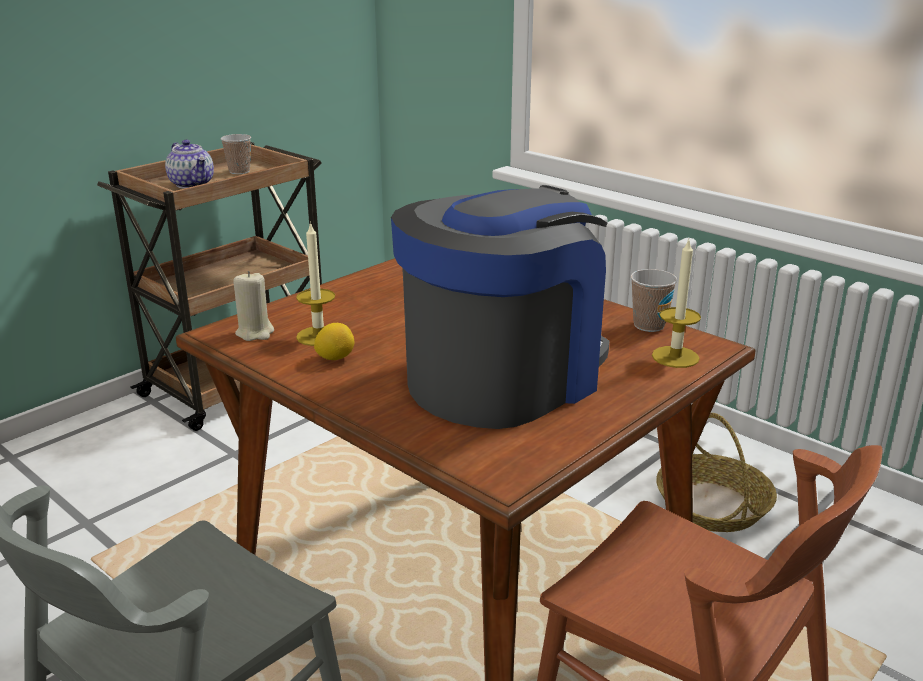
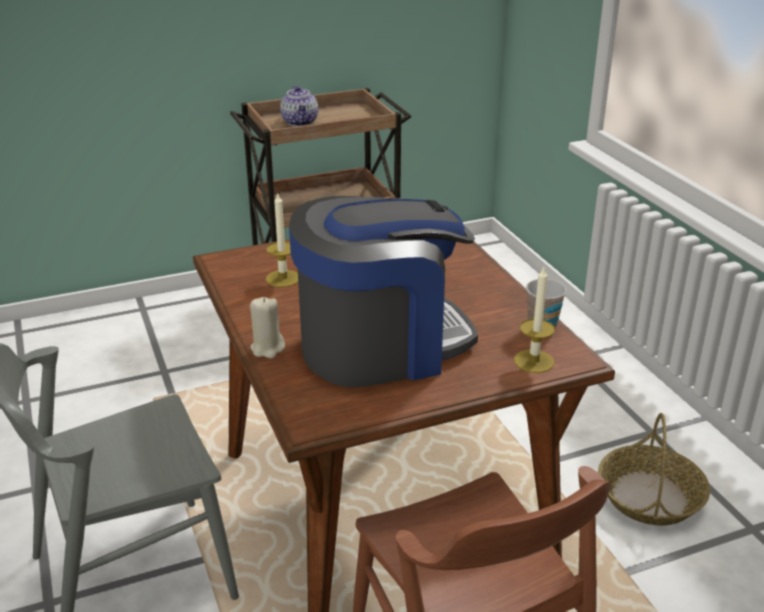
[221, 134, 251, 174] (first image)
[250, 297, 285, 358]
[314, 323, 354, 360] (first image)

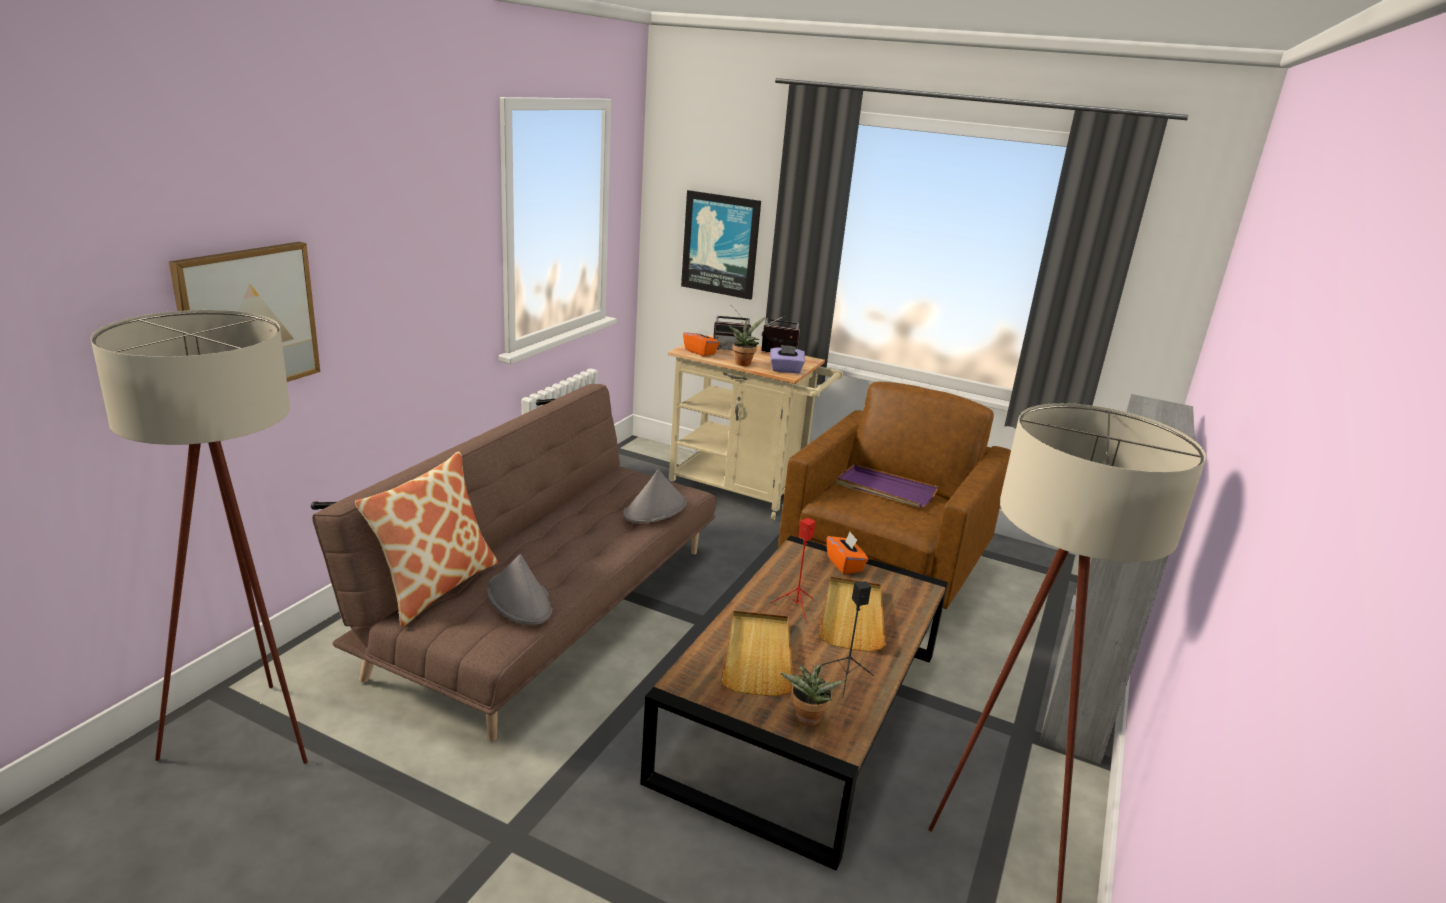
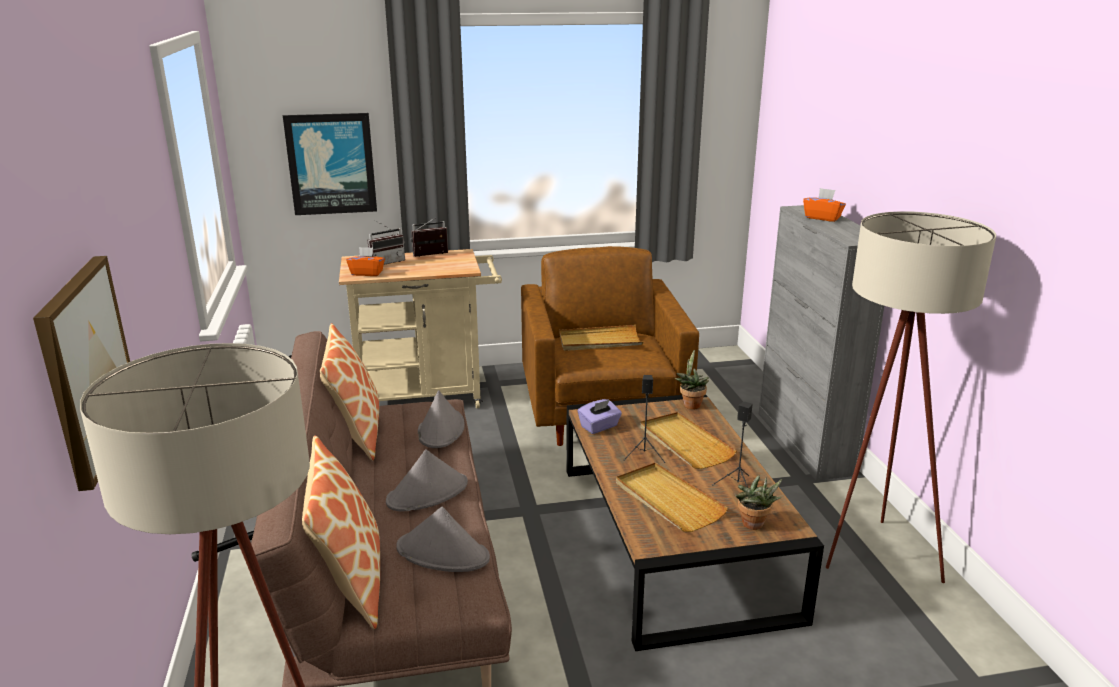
[675, 350, 709, 409]
[578, 399, 622, 434]
[559, 325, 643, 351]
[623, 375, 665, 463]
[803, 188, 846, 222]
[320, 323, 379, 460]
[386, 449, 468, 511]

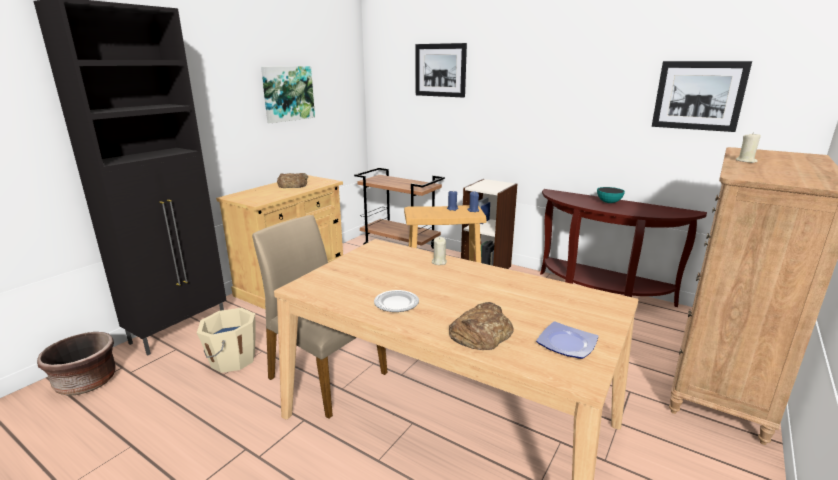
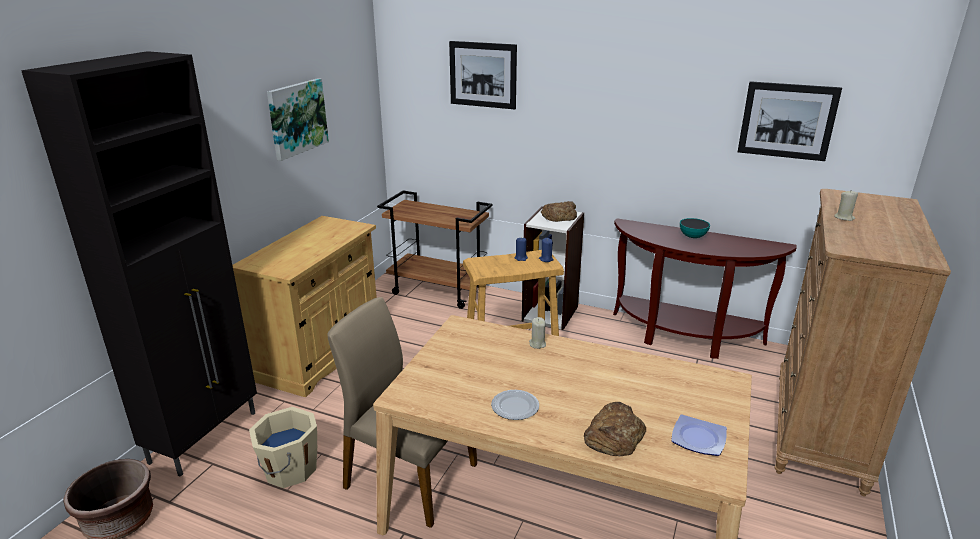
[541, 201, 577, 222]

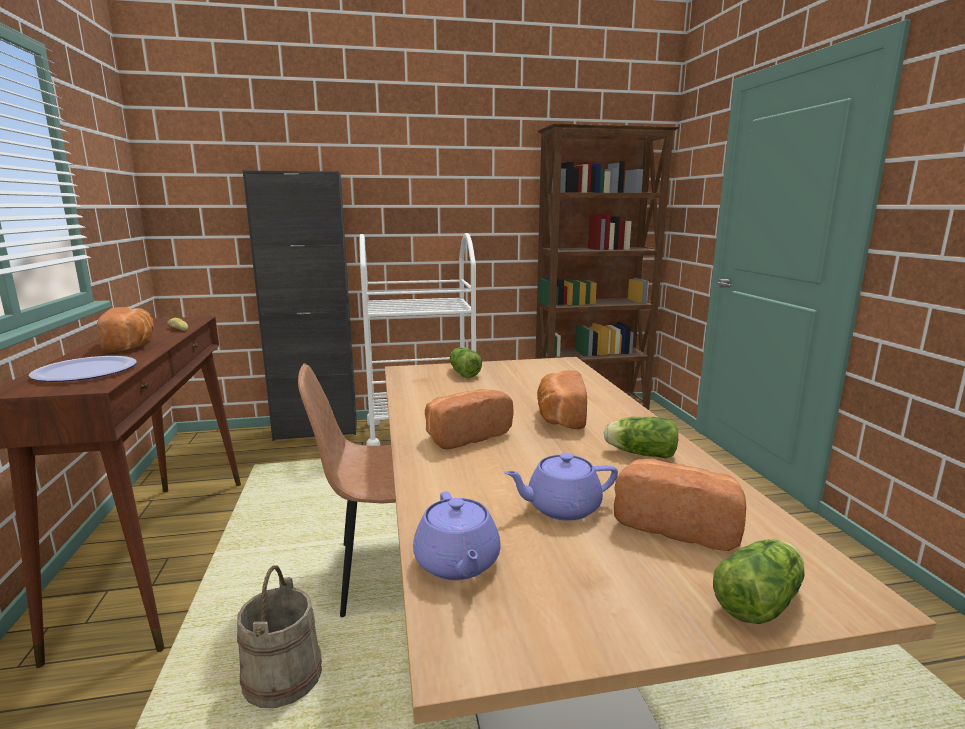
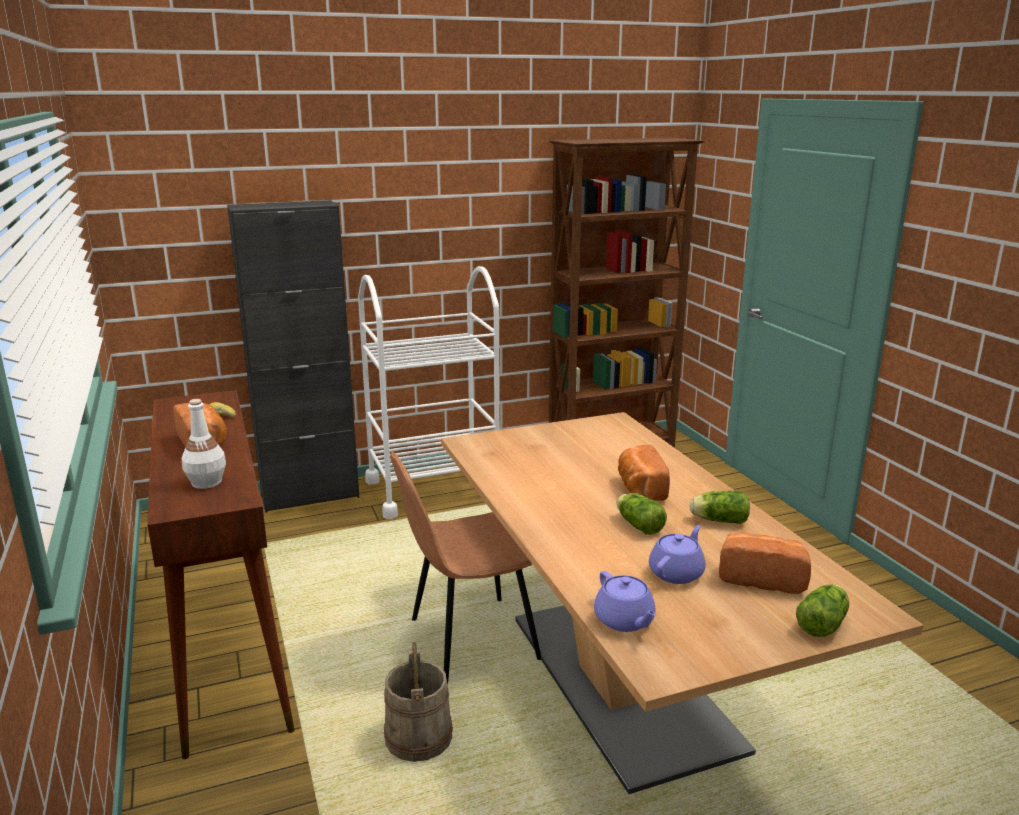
[616, 493, 667, 535]
[182, 399, 226, 489]
[425, 389, 514, 449] (first image)
[649, 525, 706, 584]

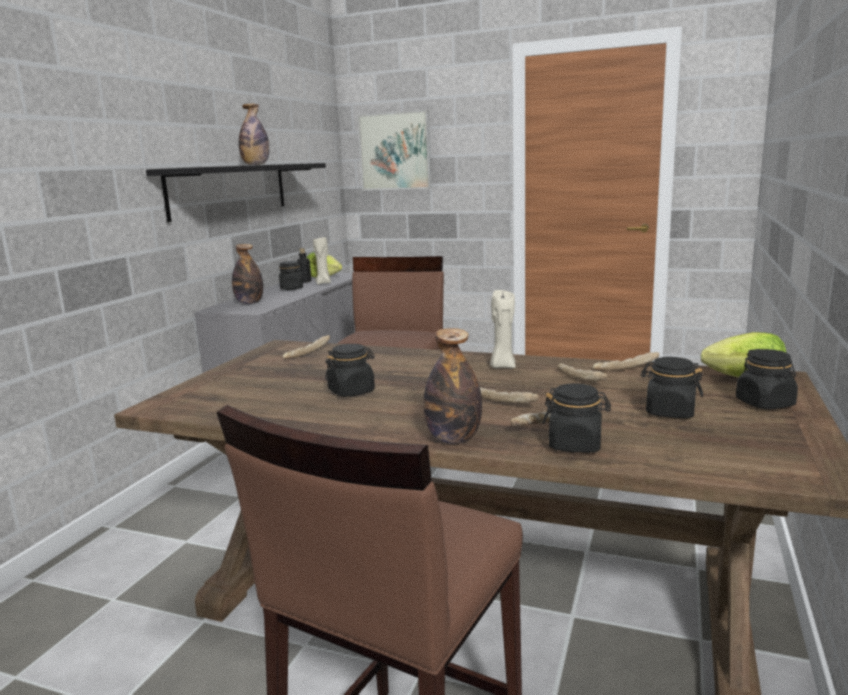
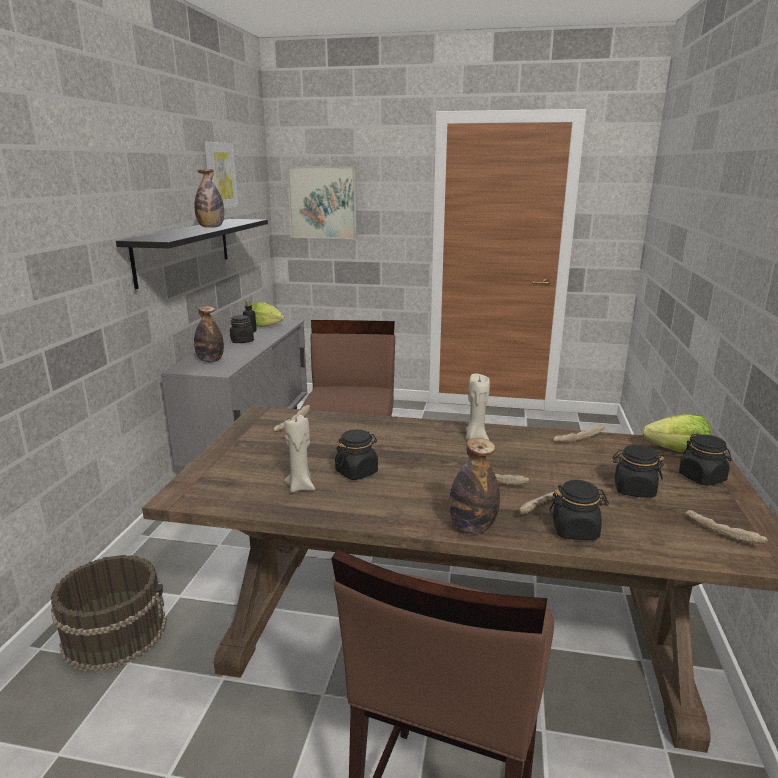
[284, 415, 315, 493]
[685, 510, 768, 544]
[205, 142, 239, 209]
[51, 555, 167, 672]

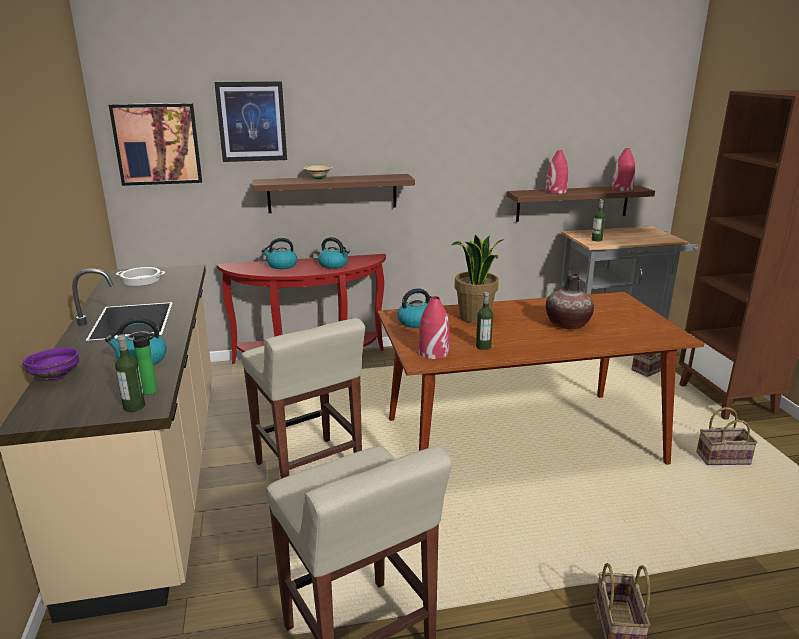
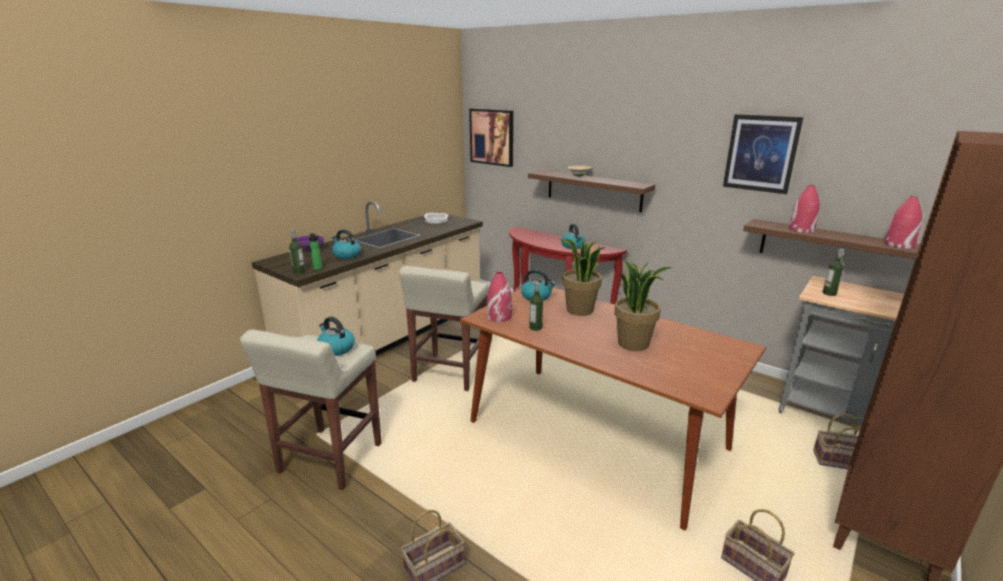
[723, 114, 803, 194]
[317, 317, 355, 356]
[614, 260, 672, 351]

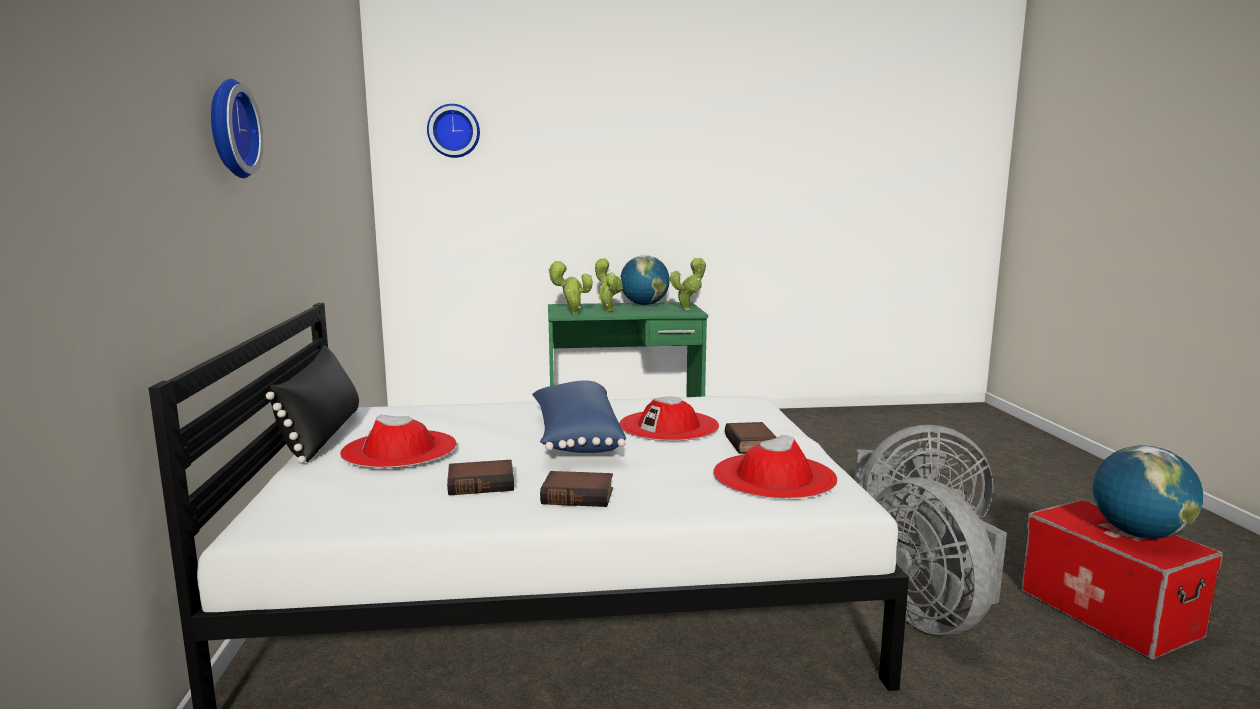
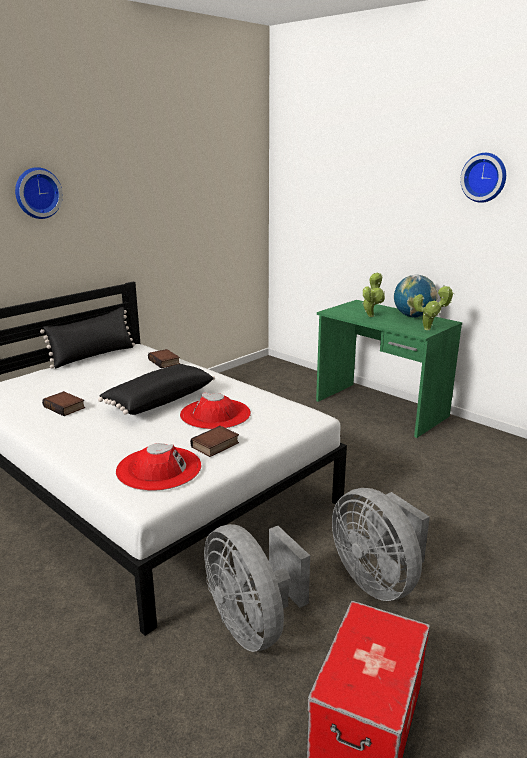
[460, 153, 506, 203]
[548, 261, 593, 314] (first image)
[98, 364, 215, 415]
[340, 415, 457, 468] (first image)
[1093, 445, 1203, 539] (first image)
[148, 349, 180, 368]
[204, 524, 310, 652]

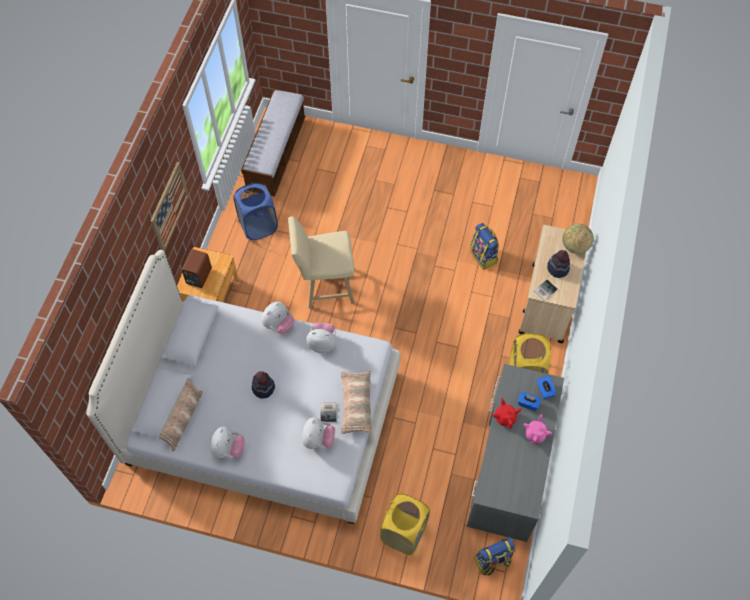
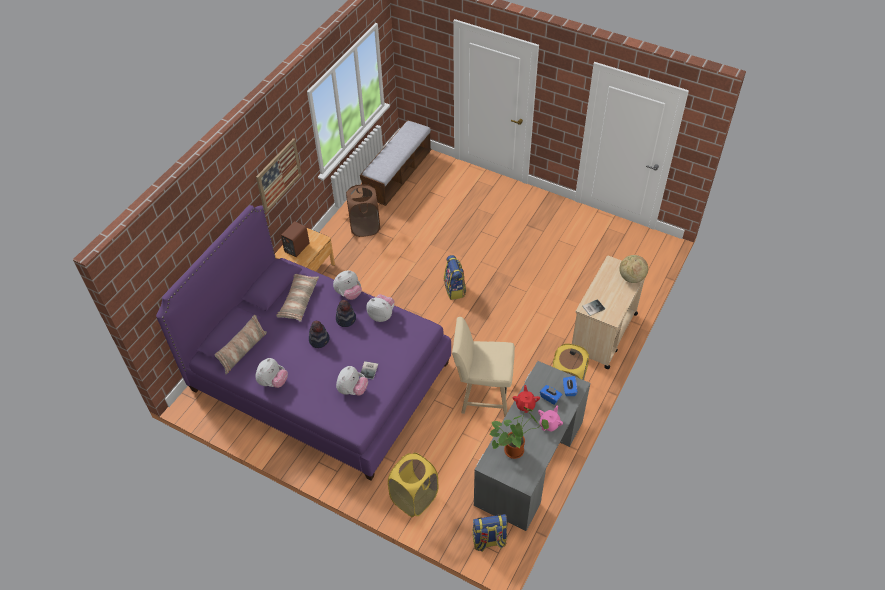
[346, 184, 380, 237]
[452, 317, 515, 417]
[444, 255, 466, 300]
[156, 205, 451, 480]
[336, 300, 356, 327]
[276, 274, 319, 322]
[490, 407, 549, 459]

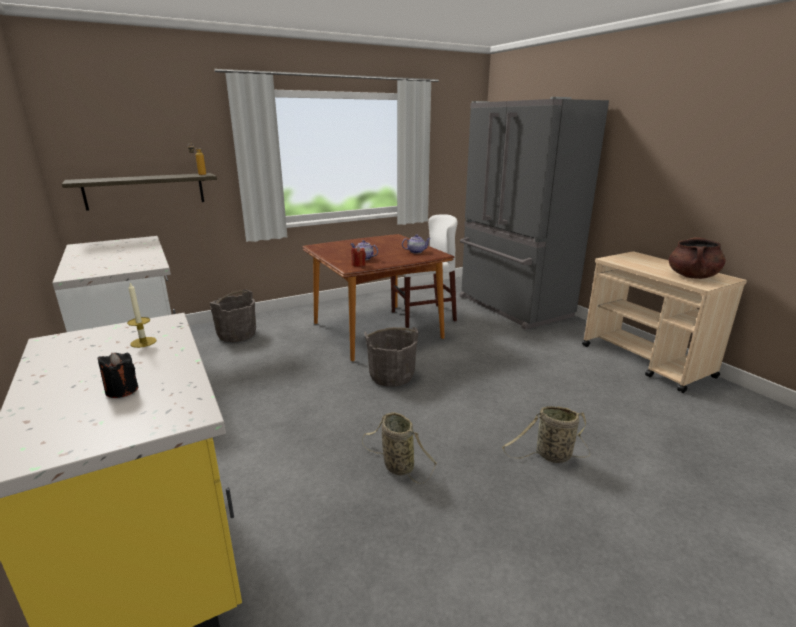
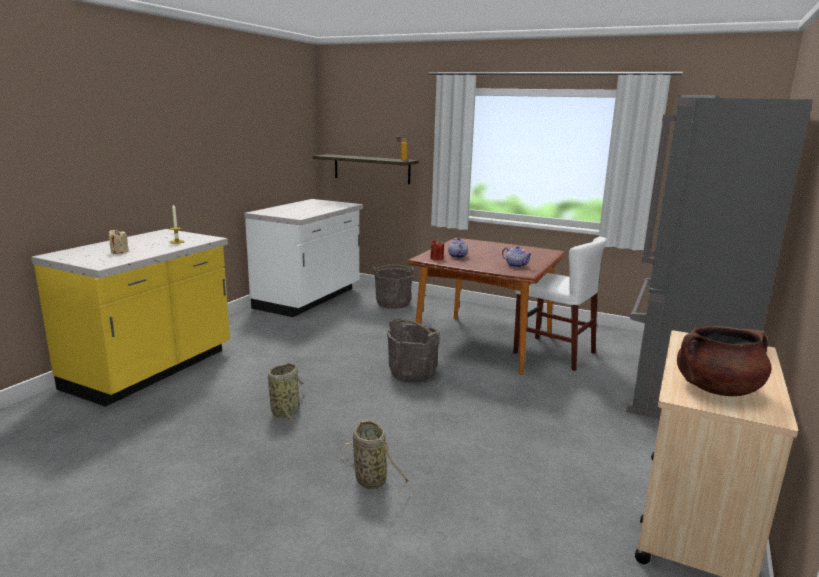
[109, 229, 129, 254]

